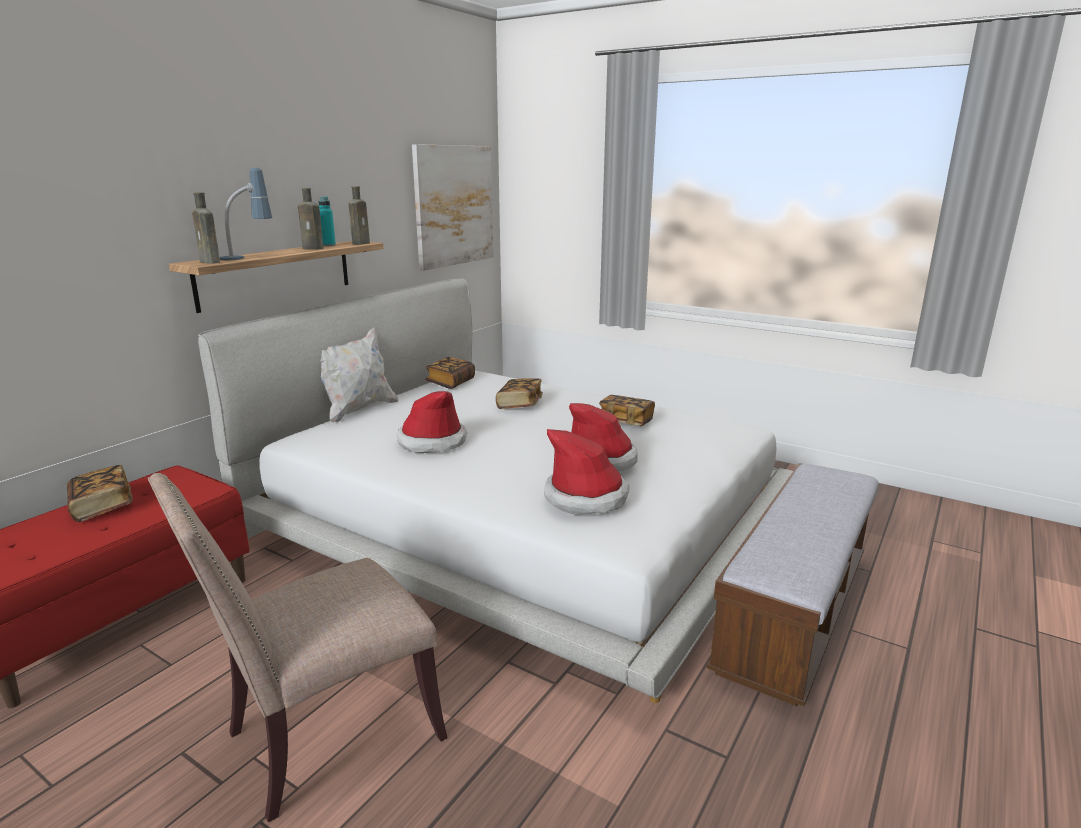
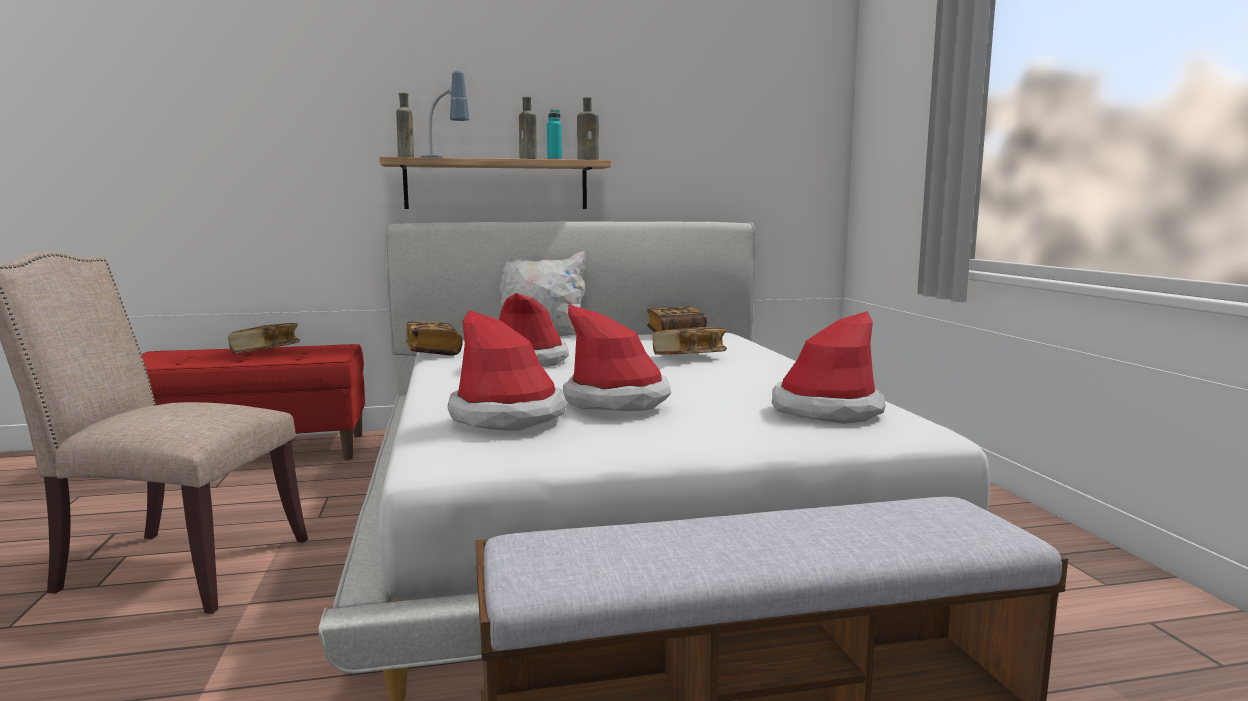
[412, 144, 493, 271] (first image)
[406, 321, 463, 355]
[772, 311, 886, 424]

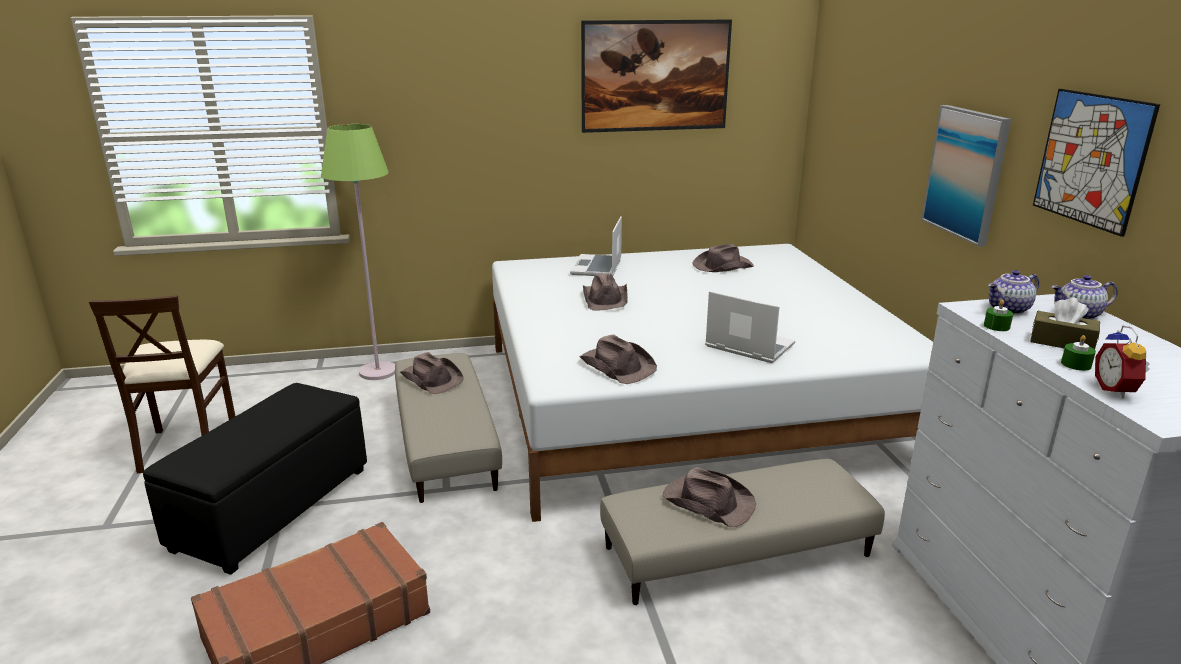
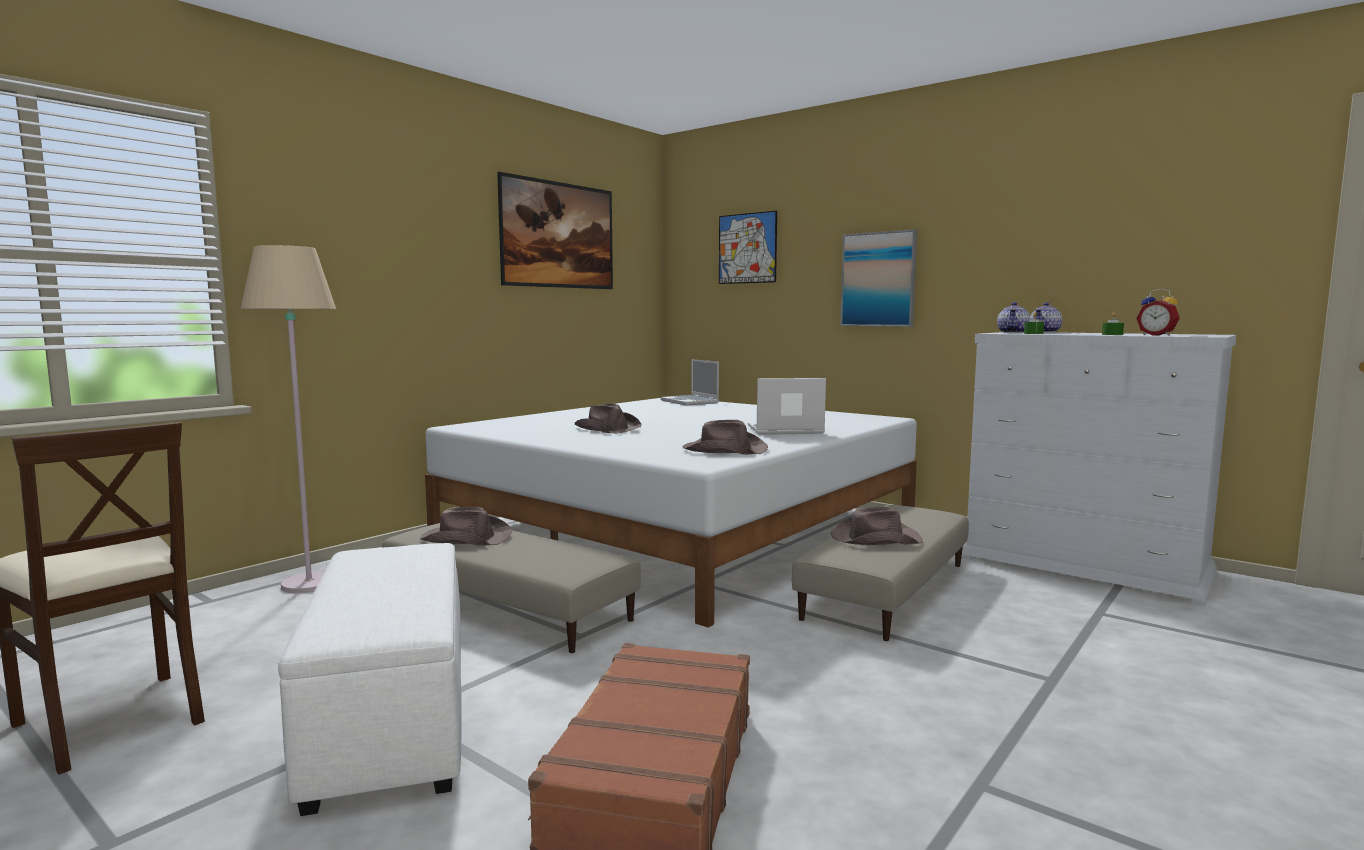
[719, 211, 777, 284]
[241, 245, 336, 593]
[660, 359, 719, 405]
[692, 244, 754, 272] (first image)
[1030, 297, 1100, 349] (first image)
[278, 543, 462, 816]

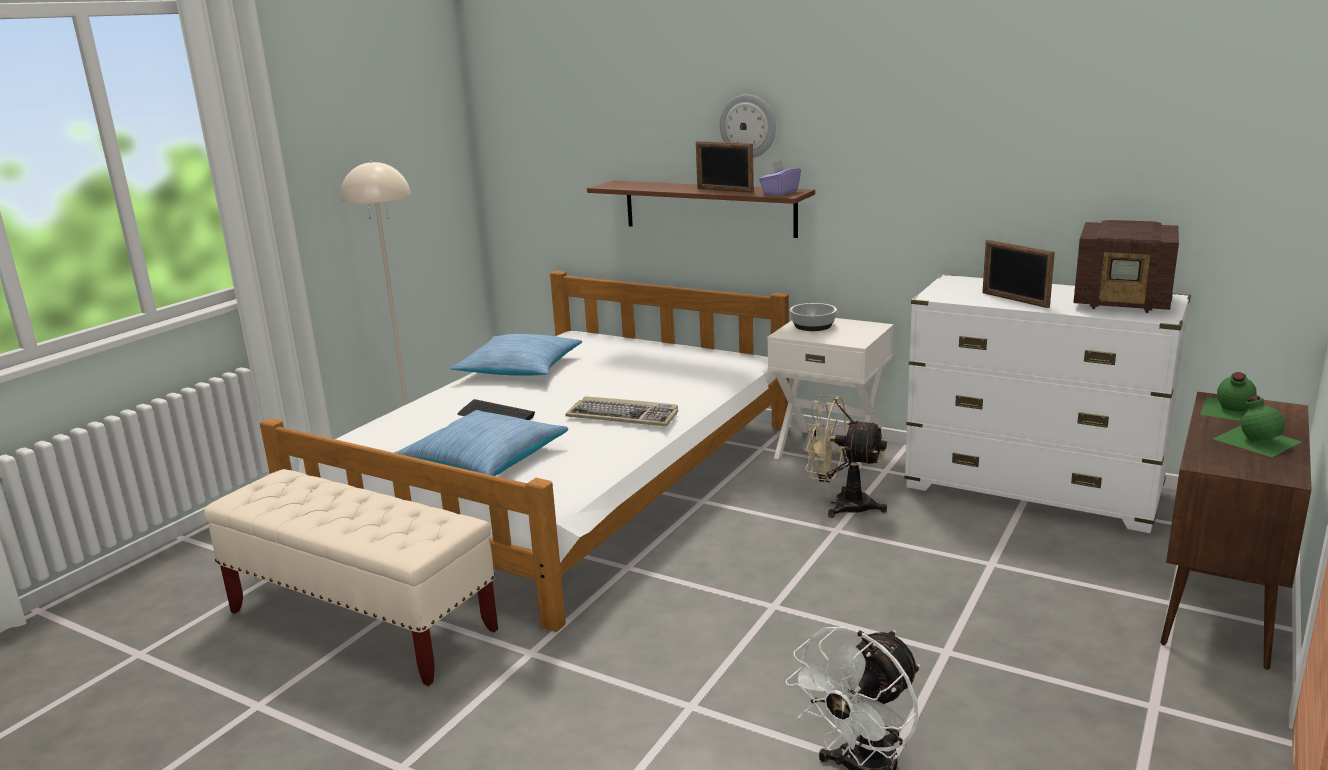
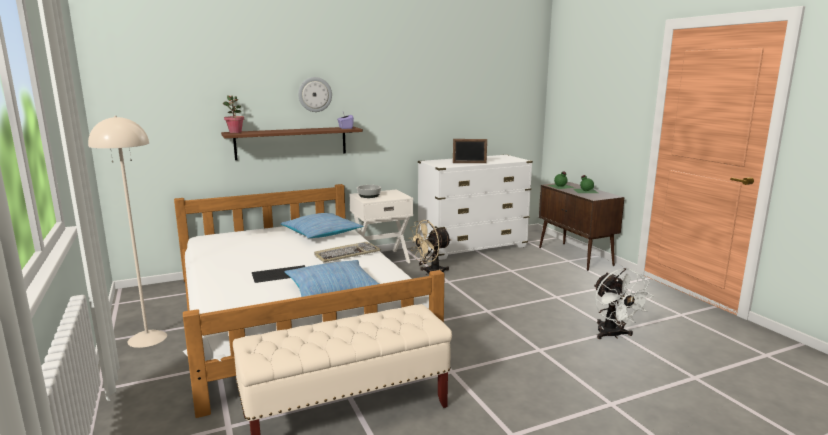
[696, 141, 754, 193] (first image)
[1073, 220, 1179, 313] (first image)
[280, 213, 364, 238]
[223, 95, 244, 133]

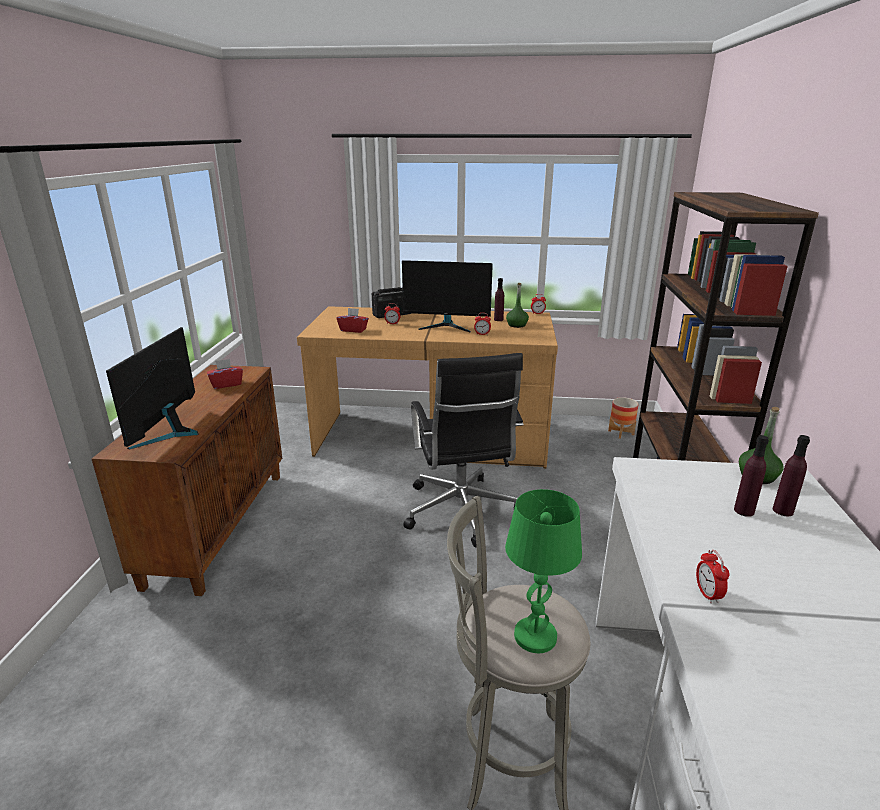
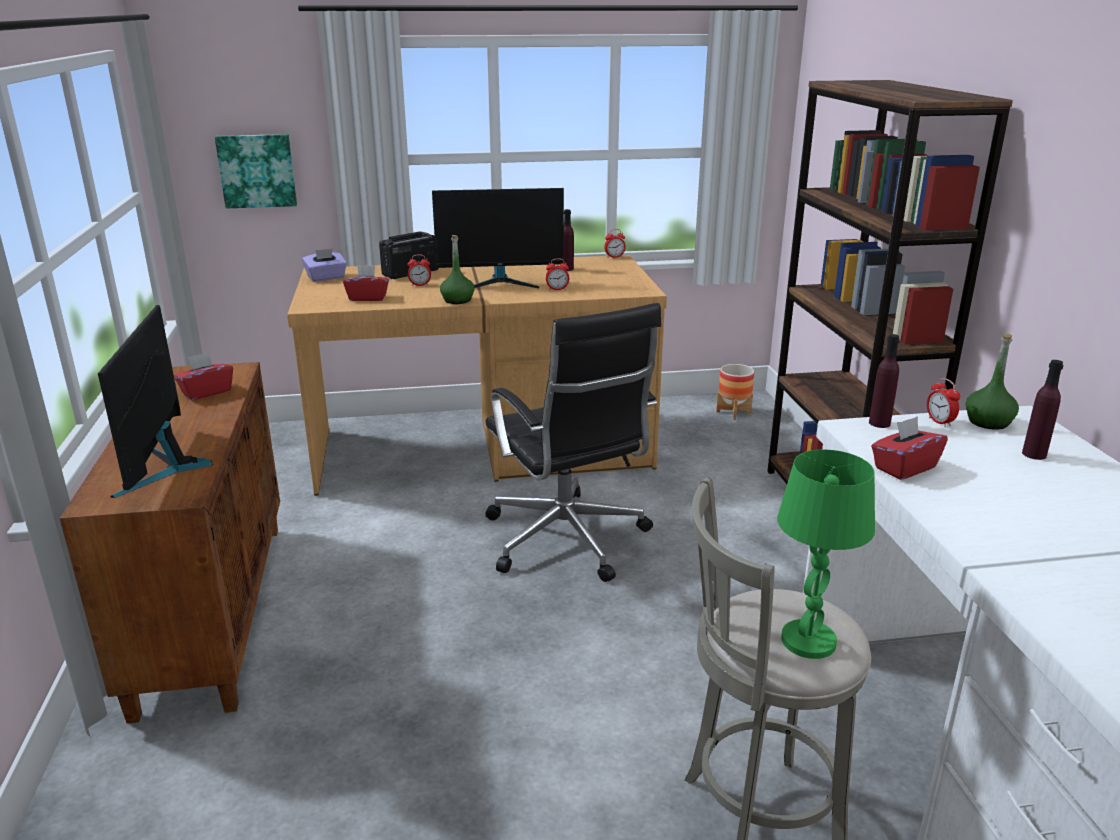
[440, 235, 474, 304]
[869, 334, 900, 428]
[927, 378, 960, 427]
[215, 134, 297, 208]
[302, 248, 347, 282]
[871, 416, 948, 480]

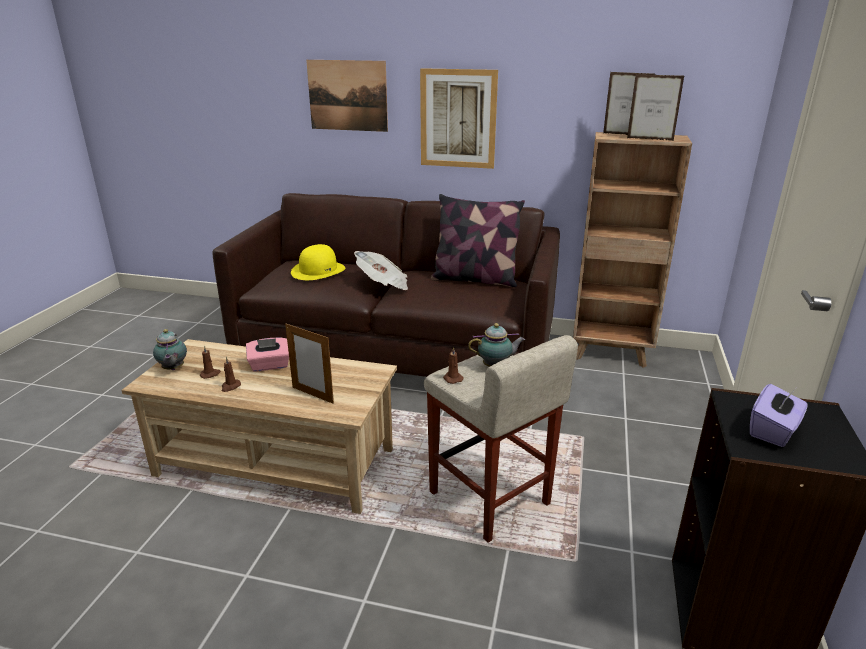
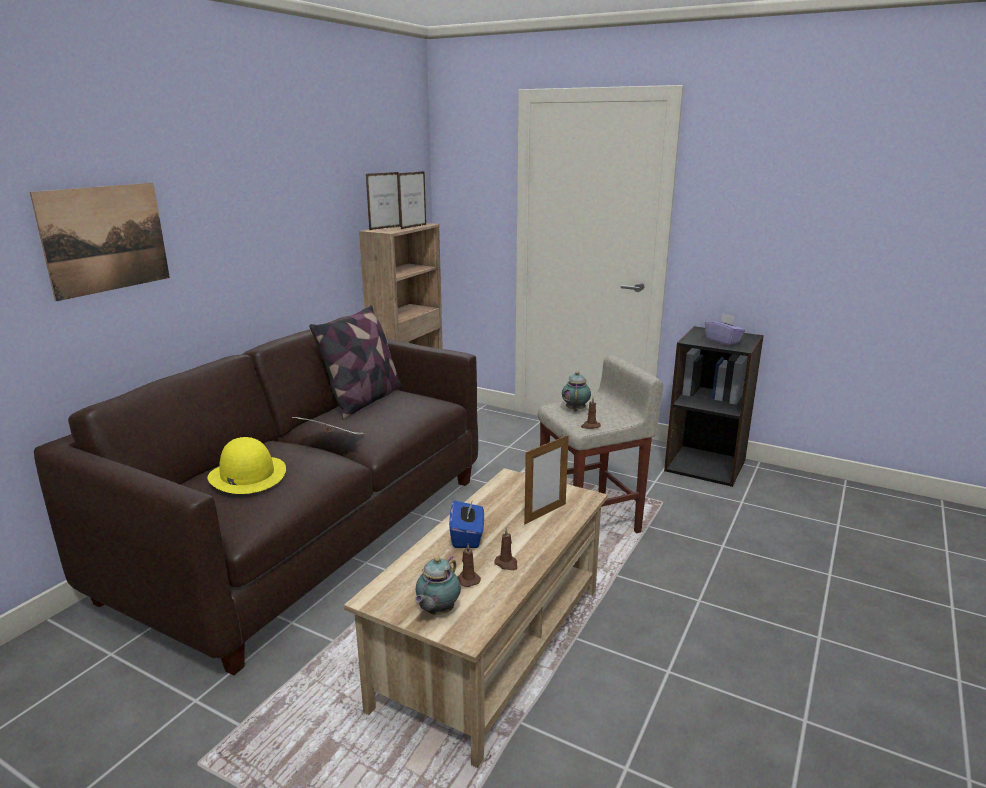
[420, 68, 498, 169] (first image)
[415, 556, 461, 615]
[449, 499, 484, 548]

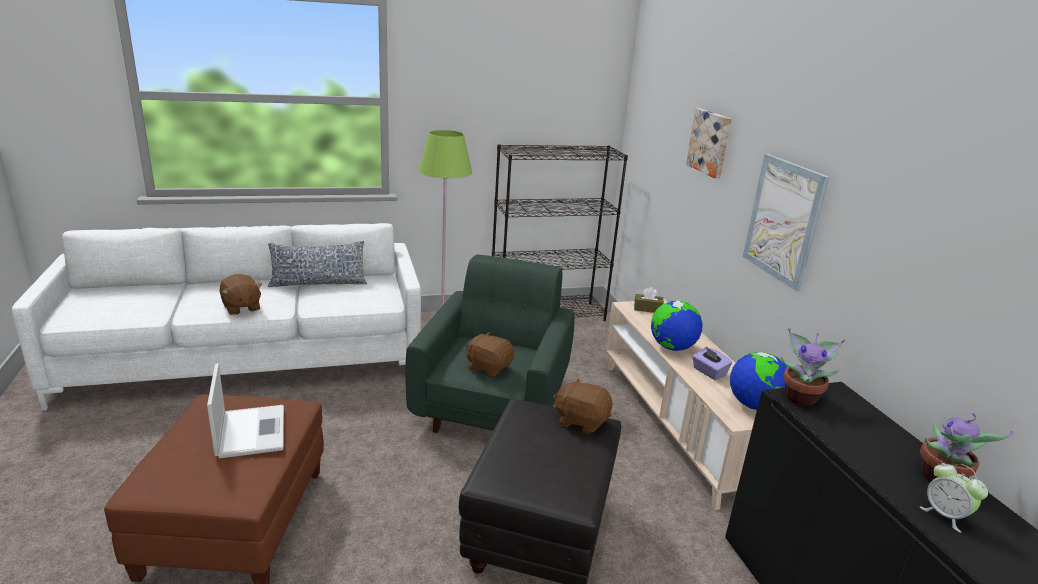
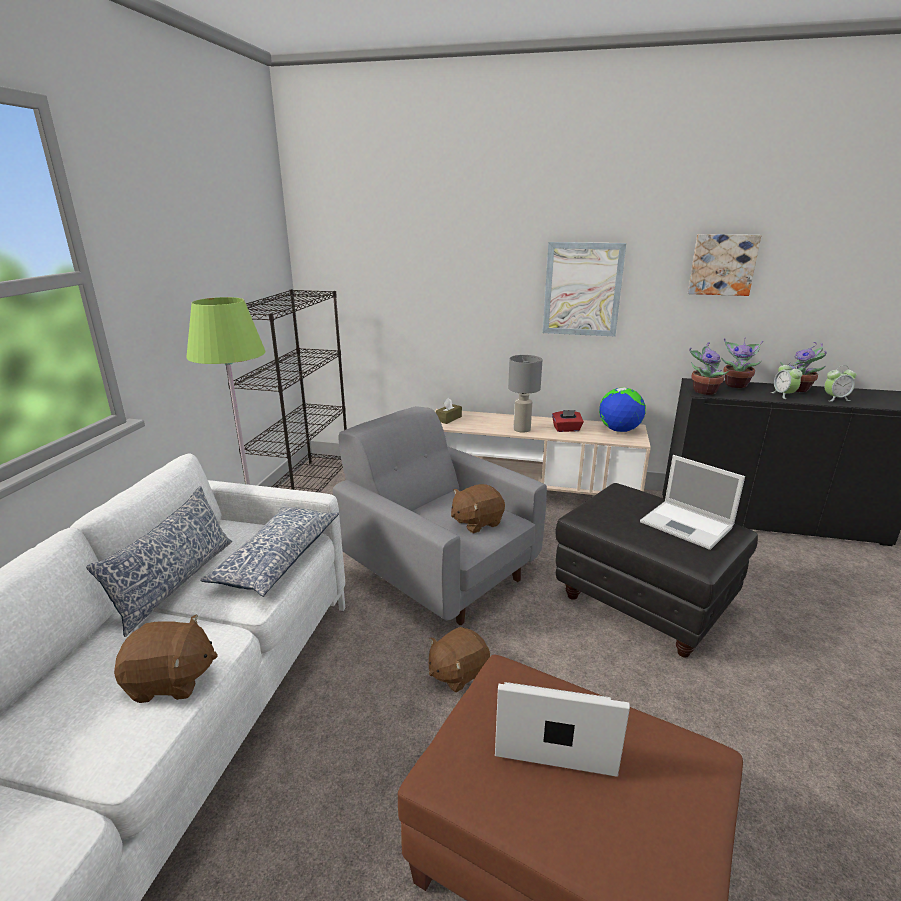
[688, 234, 761, 296]
[333, 406, 547, 625]
[508, 355, 542, 433]
[552, 410, 584, 432]
[429, 627, 490, 693]
[721, 337, 763, 388]
[771, 362, 802, 399]
[640, 455, 745, 550]
[201, 507, 339, 597]

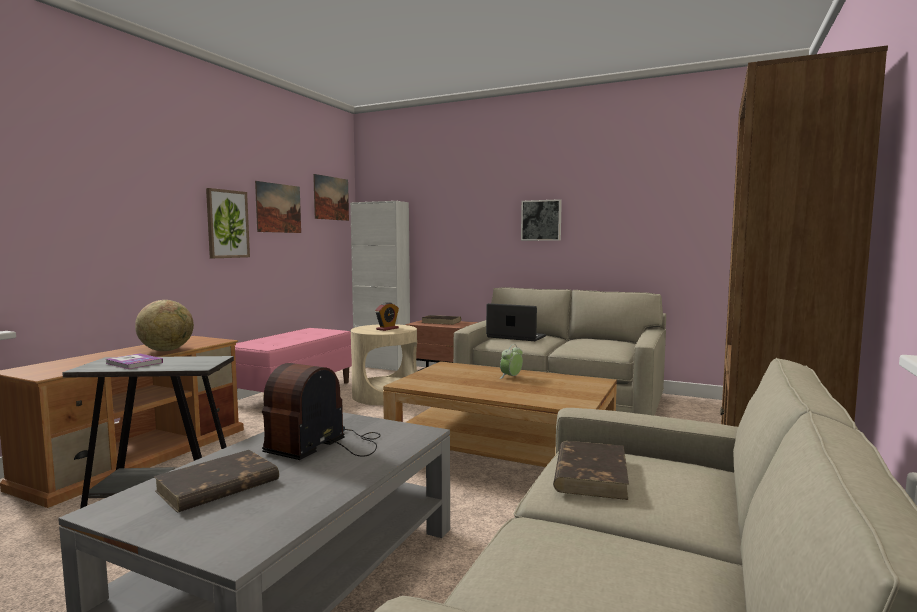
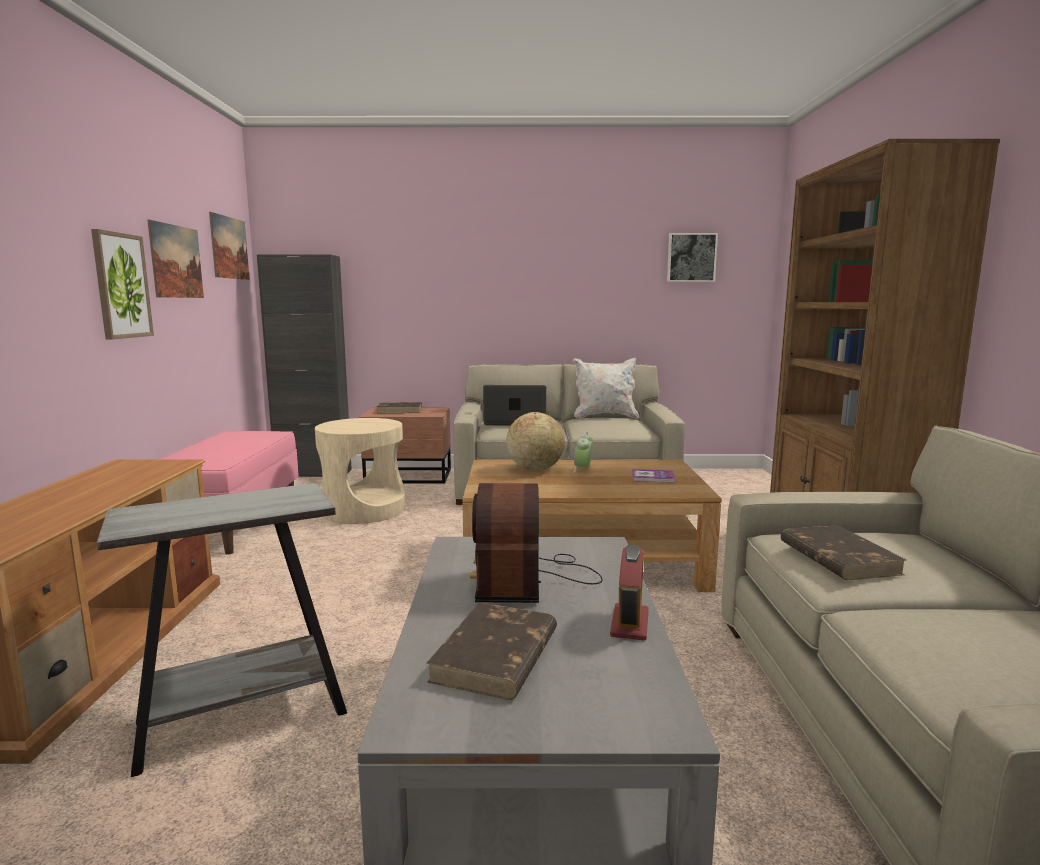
[667, 233, 718, 282]
[257, 254, 352, 477]
[506, 412, 565, 471]
[610, 545, 649, 641]
[632, 469, 676, 483]
[572, 358, 639, 419]

